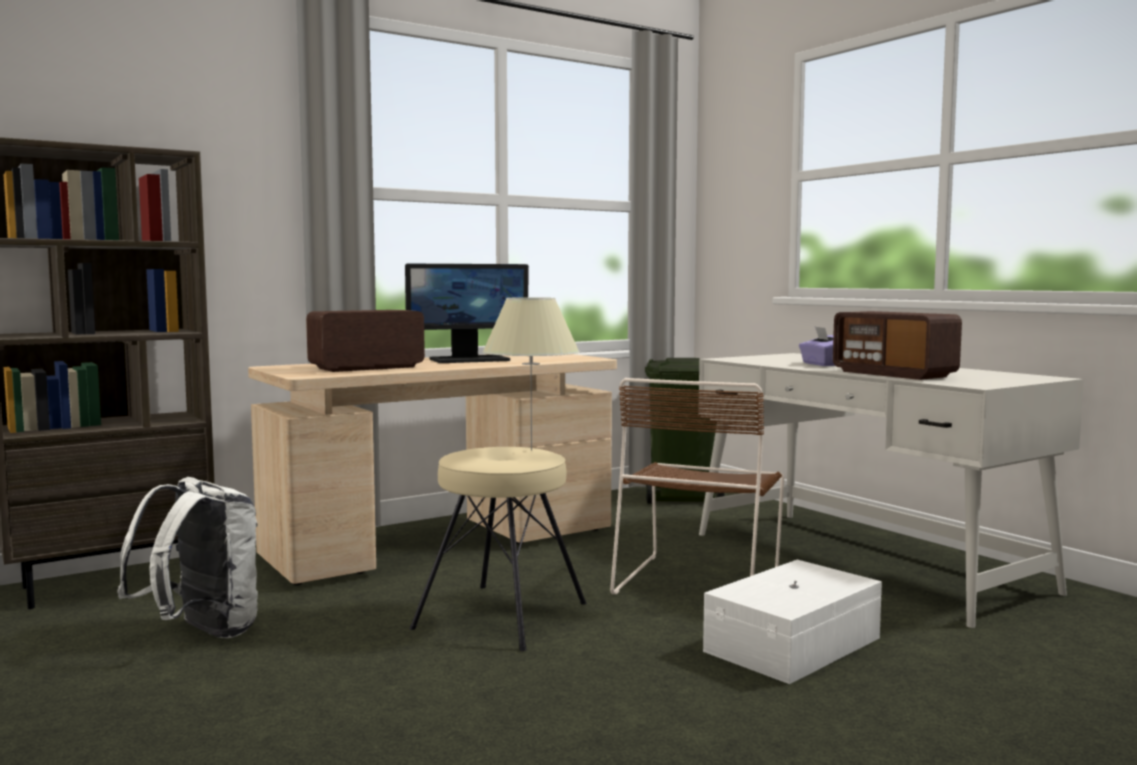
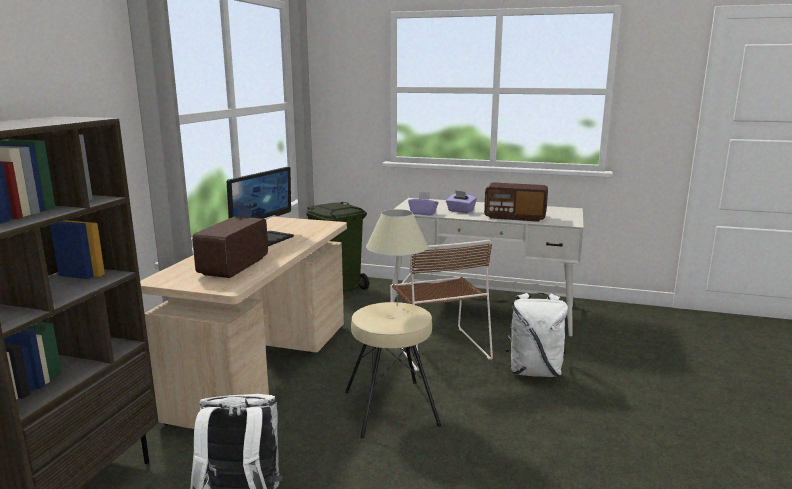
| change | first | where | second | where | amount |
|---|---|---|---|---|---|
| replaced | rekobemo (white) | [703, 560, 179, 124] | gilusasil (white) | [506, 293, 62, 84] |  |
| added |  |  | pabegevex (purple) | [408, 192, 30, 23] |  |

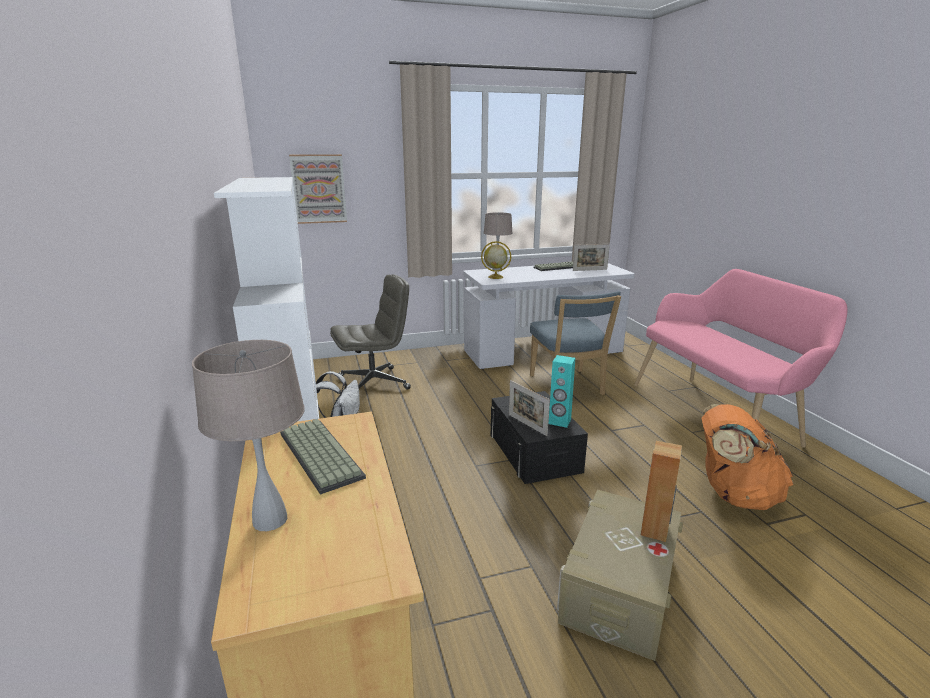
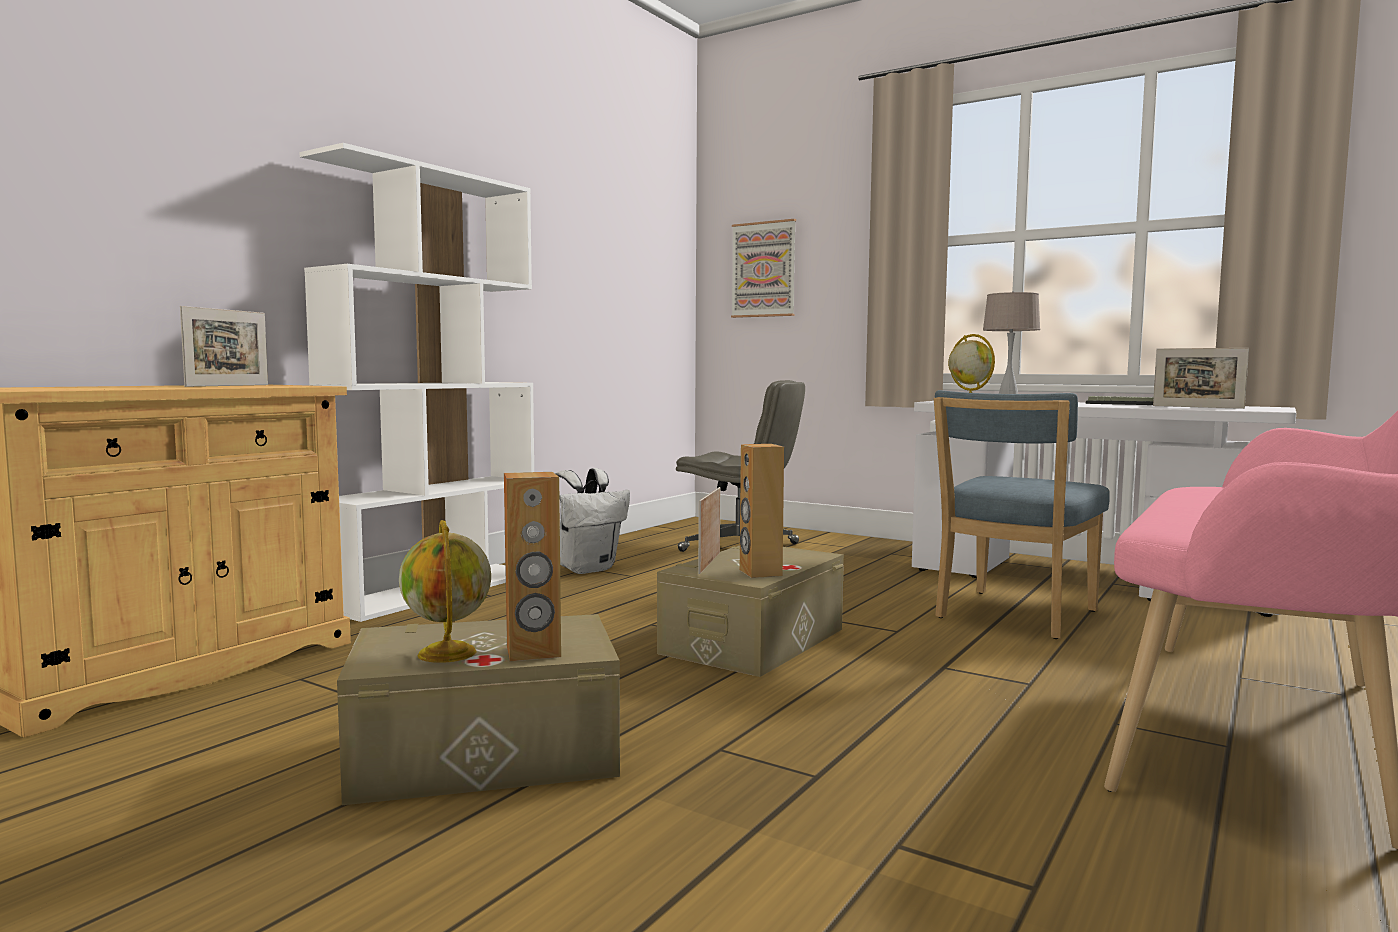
| change | first | where | second | where | amount |
|---|---|---|---|---|---|
| removed | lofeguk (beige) | [192, 340, 113, 191] |  |  |  |
| replaced | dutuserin | [280, 419, 86, 76] | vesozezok | [180, 306, 88, 81] |  |
| recoloured | rekobemo (black) | [491, 391, 97, 93] | rekobemo (beige) | [657, 546, 187, 131] |  |
| recoloured | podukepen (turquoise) | [549, 355, 26, 73] | podukepen (brown) | [740, 444, 44, 134] |  |
| removed | gilusasil (orange) | [701, 404, 92, 106] |  |  |  |
| added |  |  | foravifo | [399, 520, 92, 143] |  |

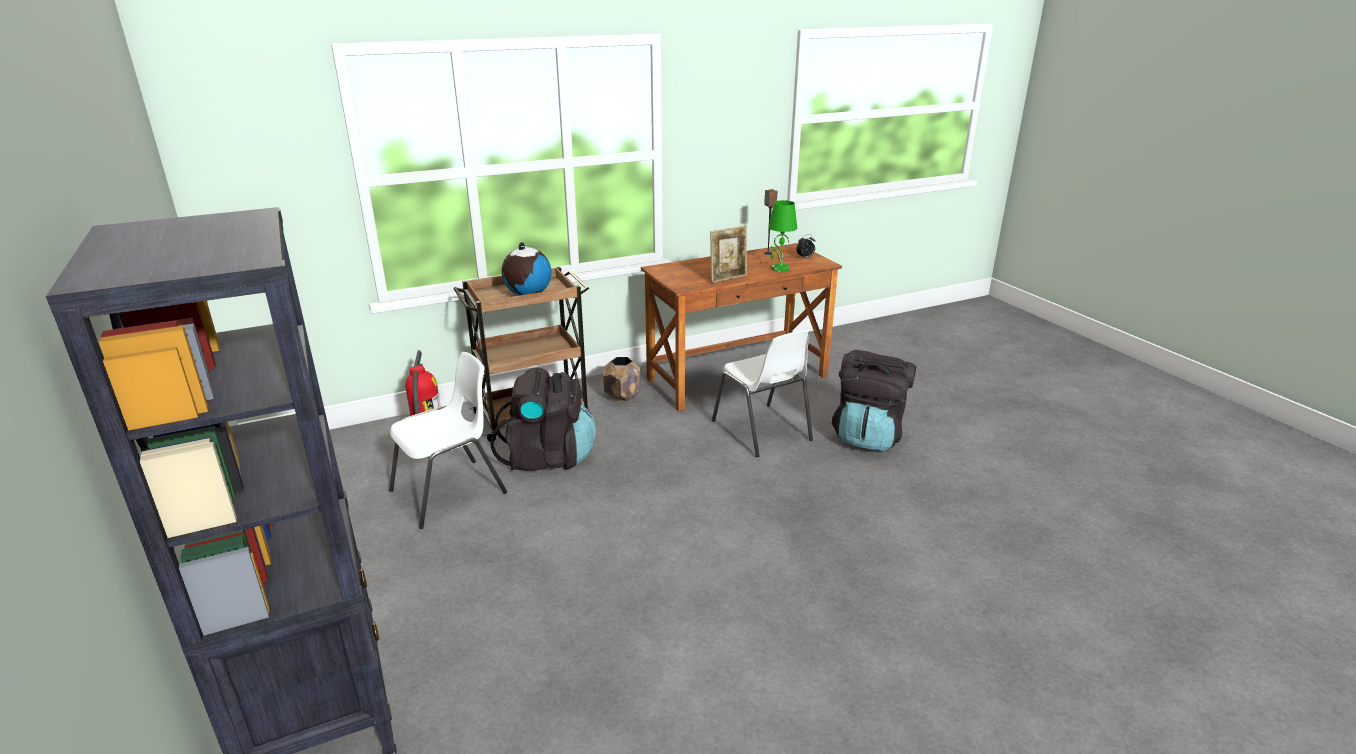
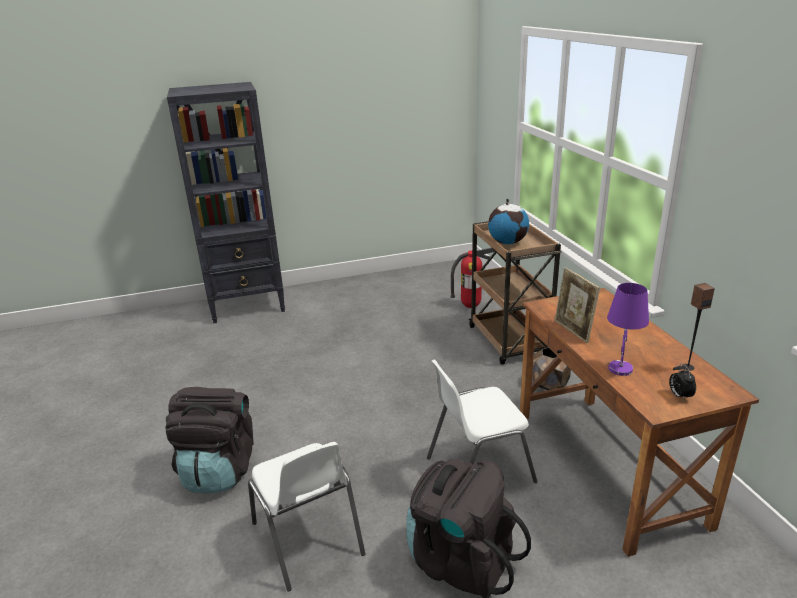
| change | first | where | second | where | amount |
|---|---|---|---|---|---|
| moved | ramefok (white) | [389, 352, 118, 177] |  | [248, 442, 117, 150] |  |
| moved | gilusasil (black) | [490, 367, 106, 104] |  | [165, 387, 89, 106] |  |
| recoloured | lofeguk (green) | [768, 200, 29, 72] | lofeguk (purple) | [607, 283, 42, 93] |  |

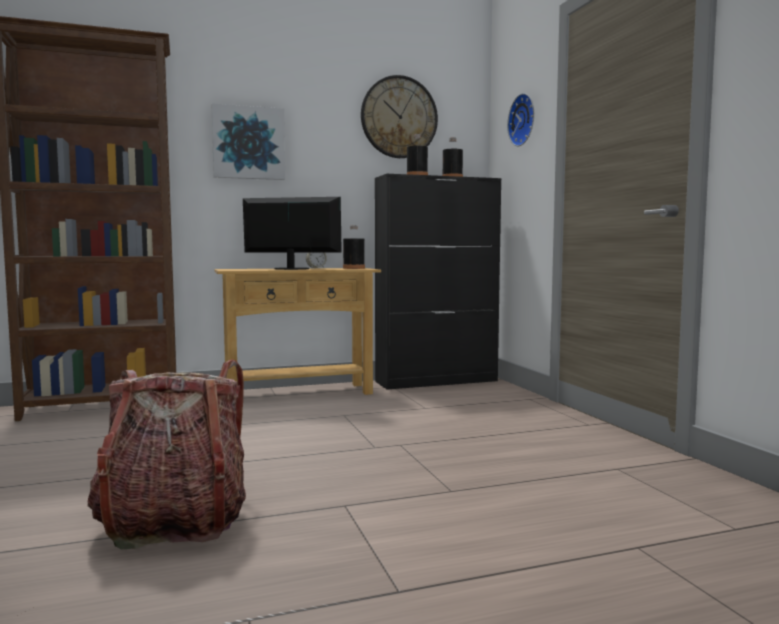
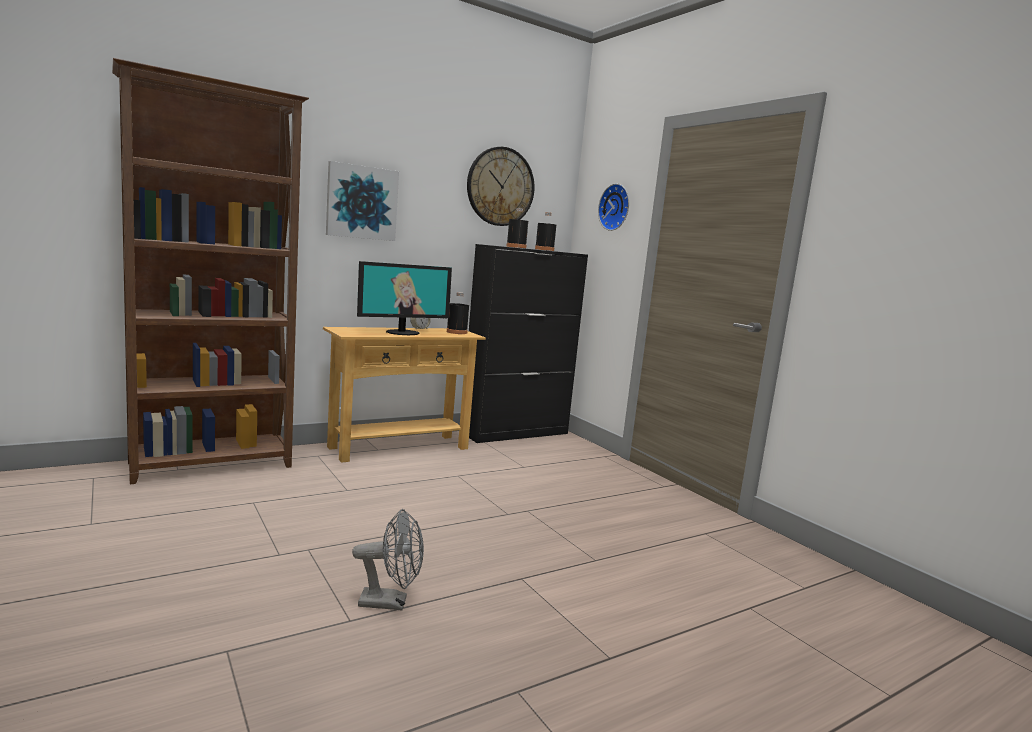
| change | first | where | second | where | amount |
|---|---|---|---|---|---|
| replaced | gilusasil | [87, 359, 159, 190] | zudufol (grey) | [352, 509, 72, 101] |  |
| turned | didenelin | [243, 197, 99, 73] |  | [357, 261, 95, 74] | 150 degrees clockwise |

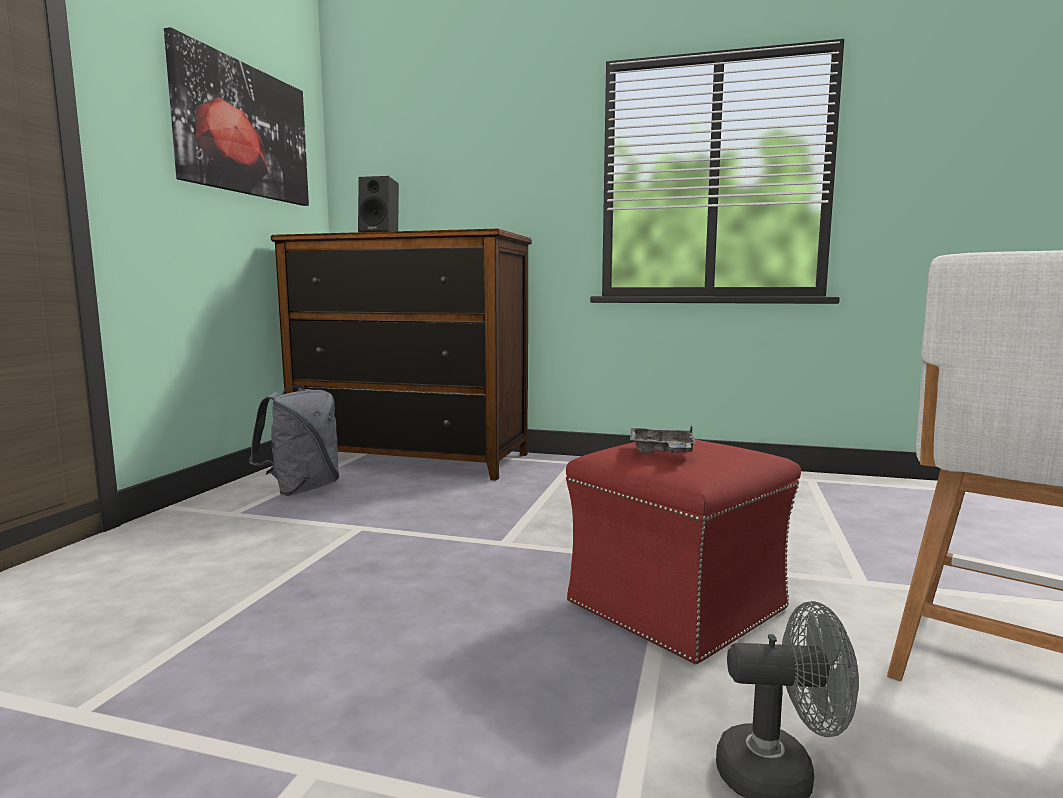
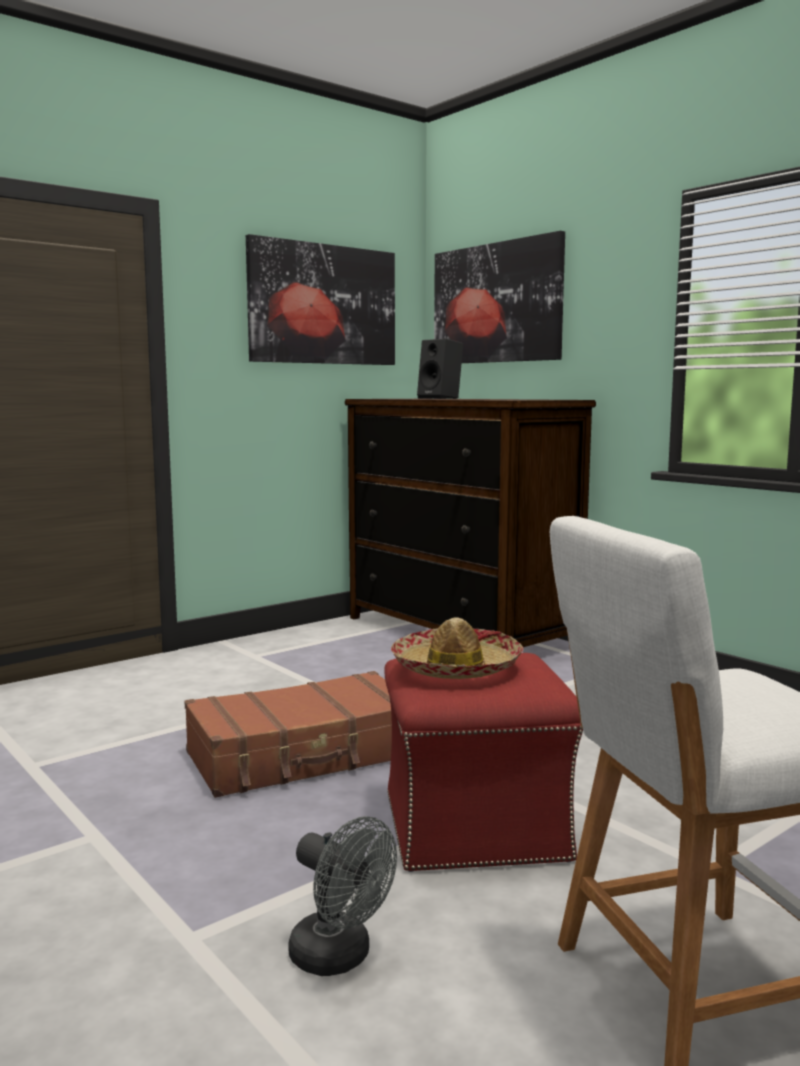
| change | first | where | second | where | amount |
|---|---|---|---|---|---|
| removed | gilusasil (grey) | [249, 386, 90, 110] |  |  |  |
| replaced | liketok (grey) | [630, 425, 66, 28] | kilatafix | [391, 617, 132, 62] |  |
| added |  |  | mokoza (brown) | [184, 671, 208, 127] |  |
| added |  |  | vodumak | [434, 231, 131, 132] |  |

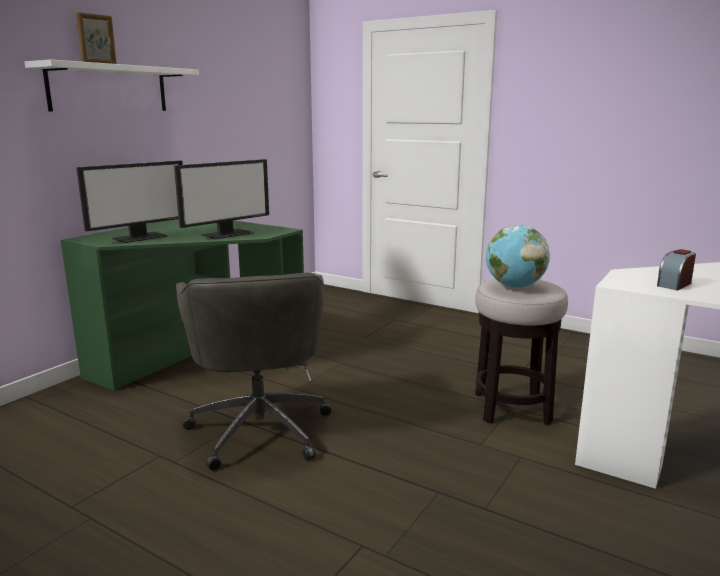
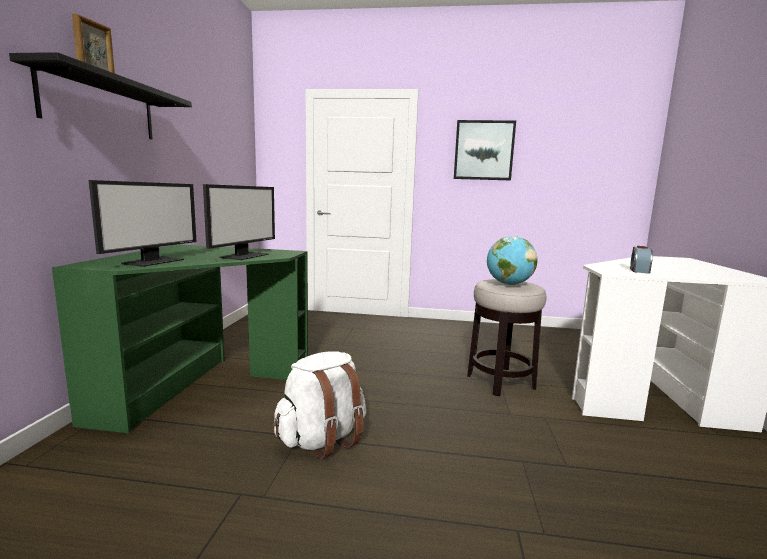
| change | first | where | second | where | amount |
|---|---|---|---|---|---|
| recoloured | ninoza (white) | [25, 59, 174, 52] | ninoza (black) | [9, 52, 183, 88] |  |
| replaced | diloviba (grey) | [176, 273, 155, 198] | gilusasil (white) | [273, 352, 93, 107] |  |
| added |  |  | vodumak | [454, 120, 62, 60] |  |

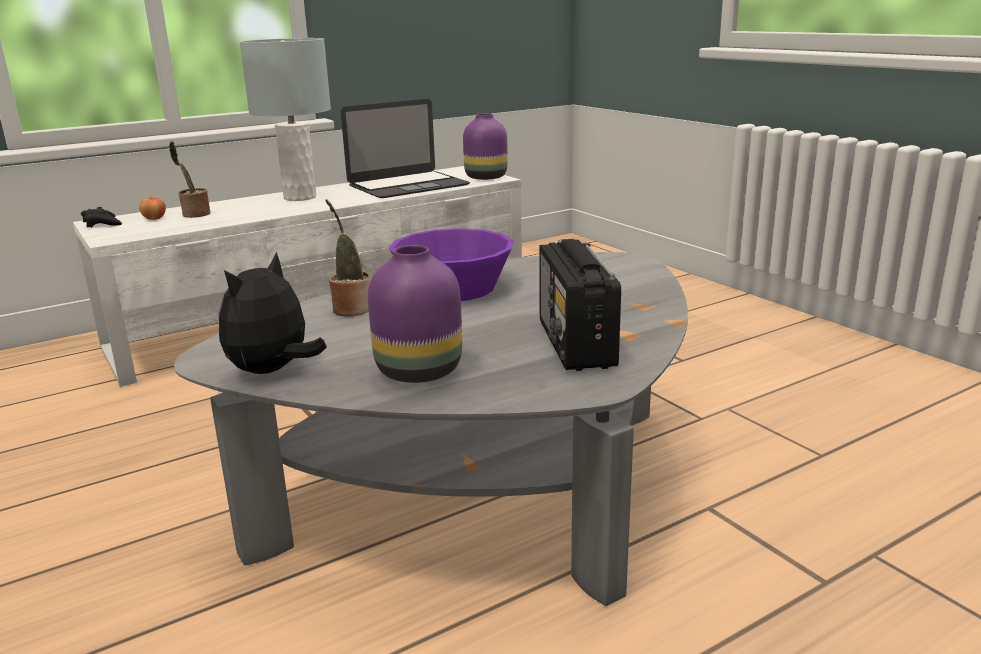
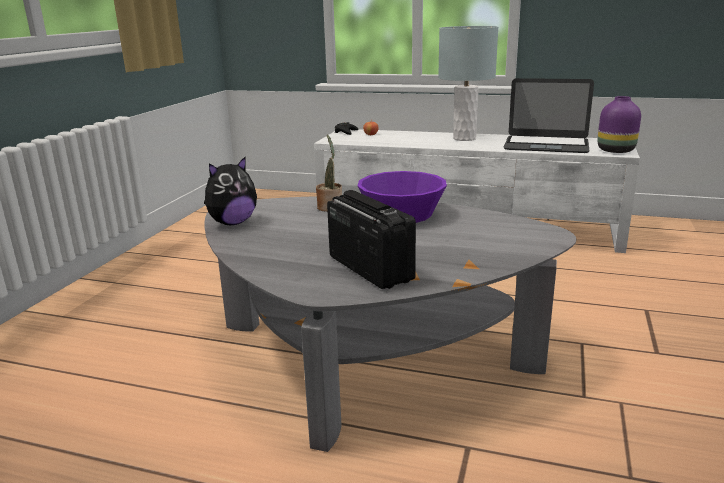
| change | first | where | second | where | amount |
|---|---|---|---|---|---|
| removed | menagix | [169, 141, 41, 77] |  |  |  |
| turned | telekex | [219, 251, 108, 123] |  | [204, 156, 53, 69] | 150 degrees clockwise |
| removed | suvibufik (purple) | [368, 245, 94, 138] |  |  |  |
| turned | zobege | [539, 239, 82, 132] |  | [327, 190, 89, 99] | 105 degrees clockwise |

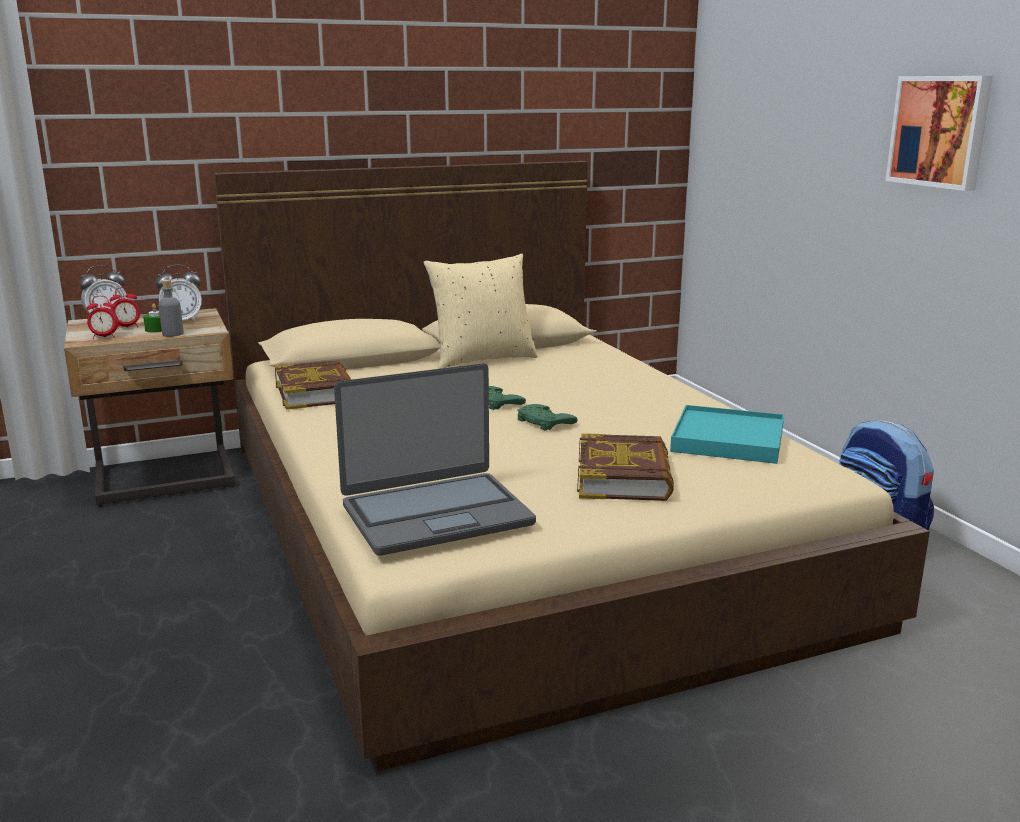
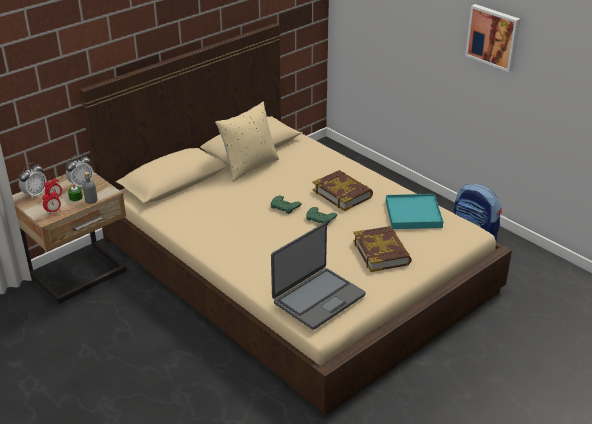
| change | first | where | second | where | amount |
|---|---|---|---|---|---|
| moved | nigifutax | [275, 360, 76, 50] |  | [312, 170, 61, 41] |  |

